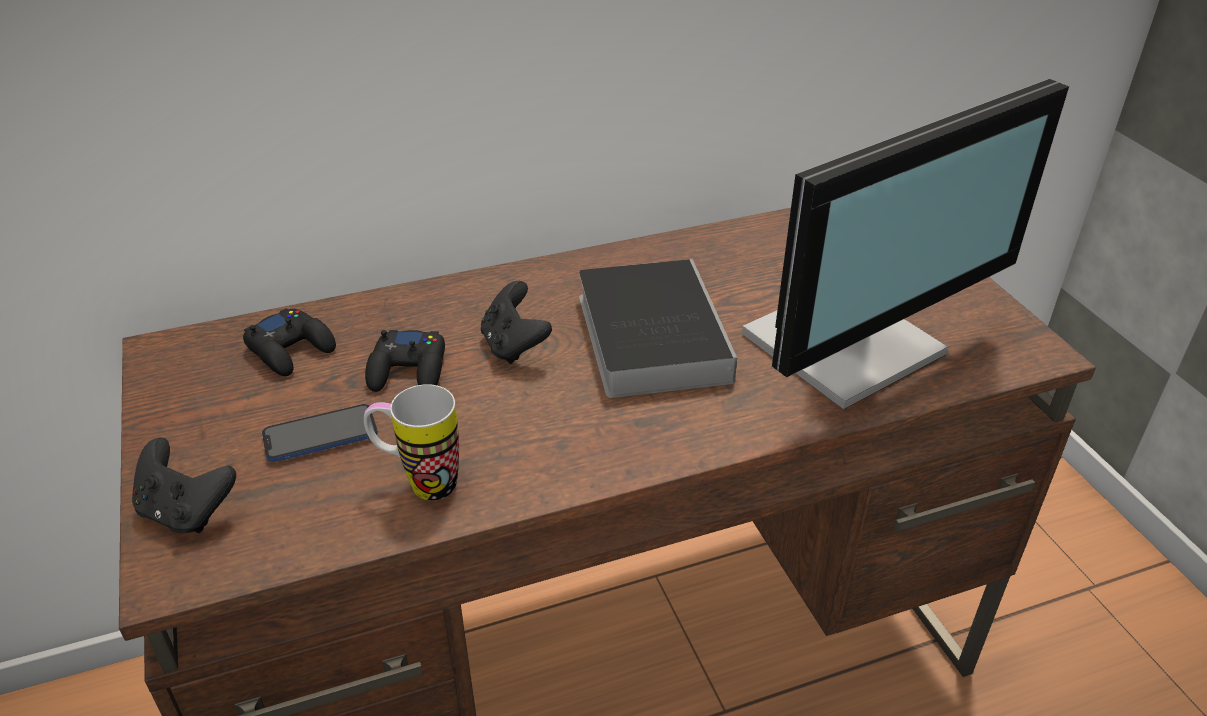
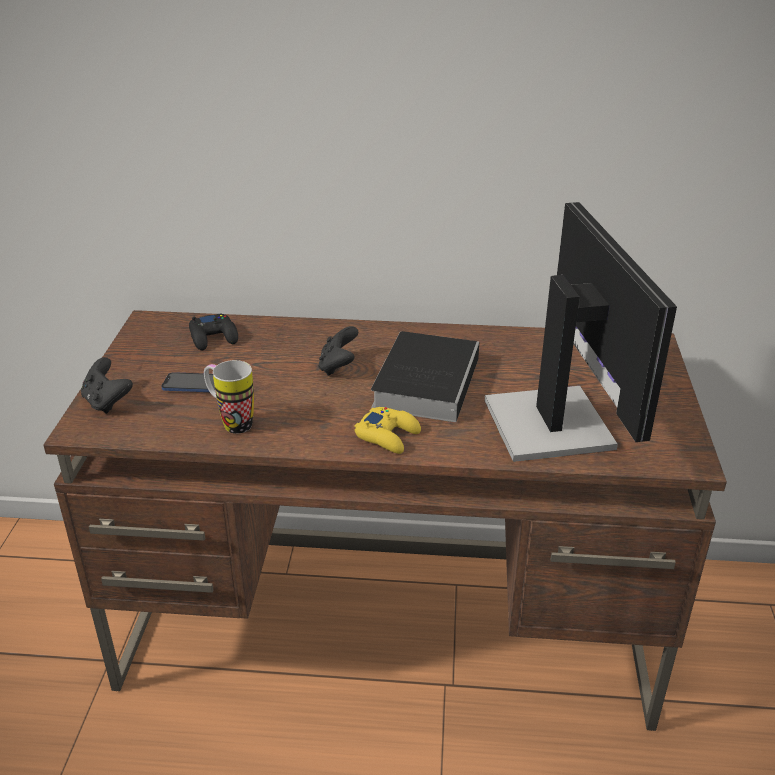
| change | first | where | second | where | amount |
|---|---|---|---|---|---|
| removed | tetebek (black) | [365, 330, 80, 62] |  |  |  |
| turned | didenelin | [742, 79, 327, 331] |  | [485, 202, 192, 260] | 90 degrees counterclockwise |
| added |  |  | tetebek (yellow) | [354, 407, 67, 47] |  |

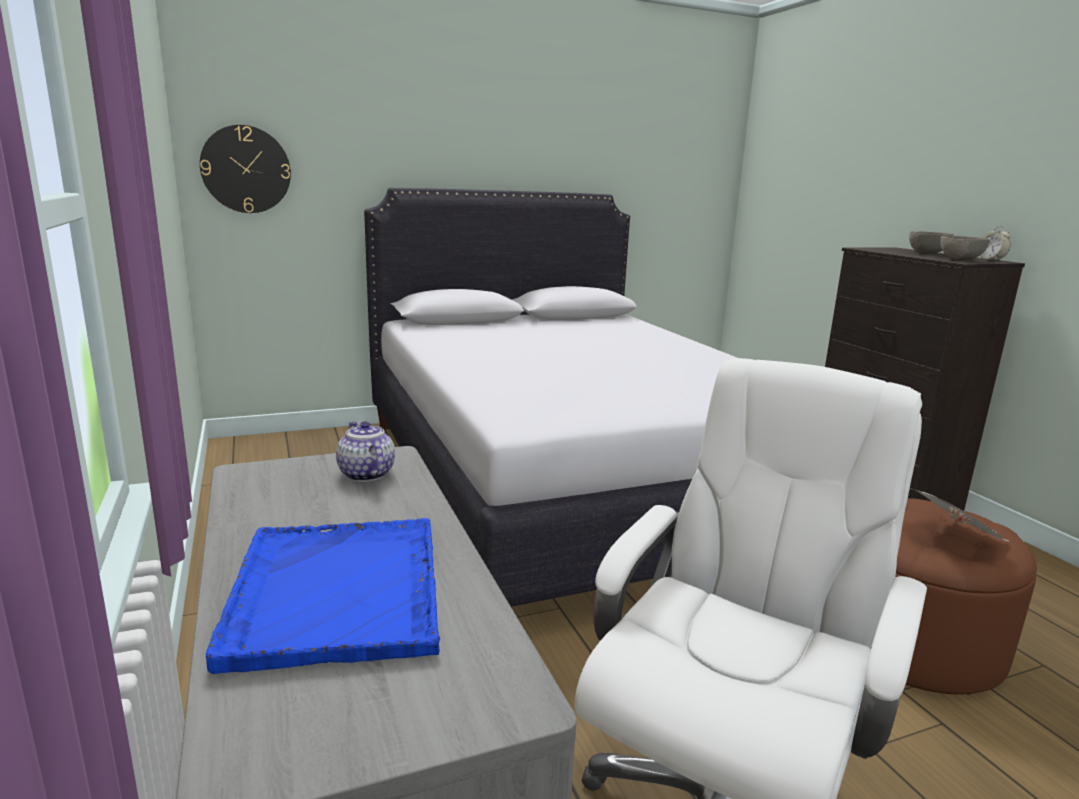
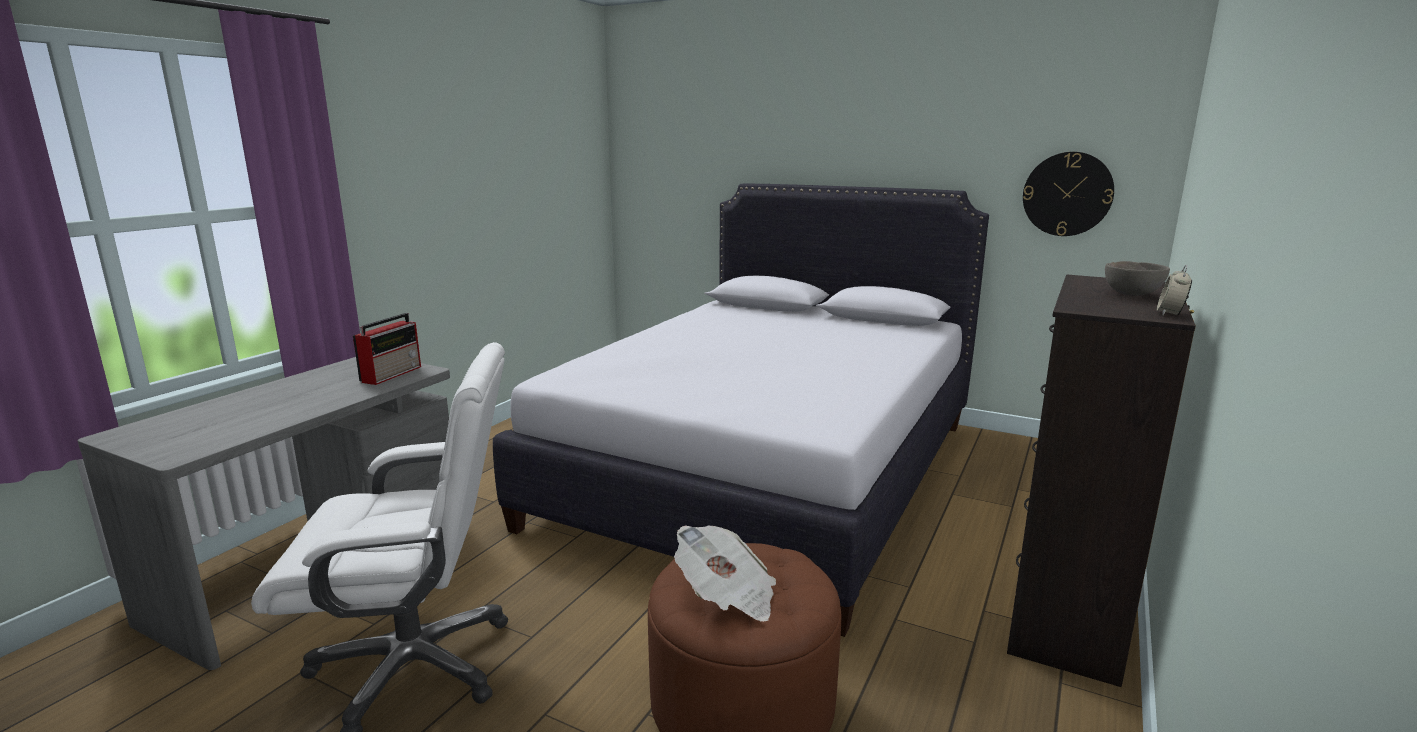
| change | first | where | second | where | amount |
|---|---|---|---|---|---|
| moved | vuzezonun | [200, 125, 91, 88] |  | [1023, 152, 91, 84] |  |
| removed | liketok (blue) | [206, 518, 234, 156] |  |  |  |
| replaced | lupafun | [336, 421, 59, 61] | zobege | [353, 313, 68, 72] |  |
| removed | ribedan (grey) | [940, 236, 50, 24] |  |  |  |

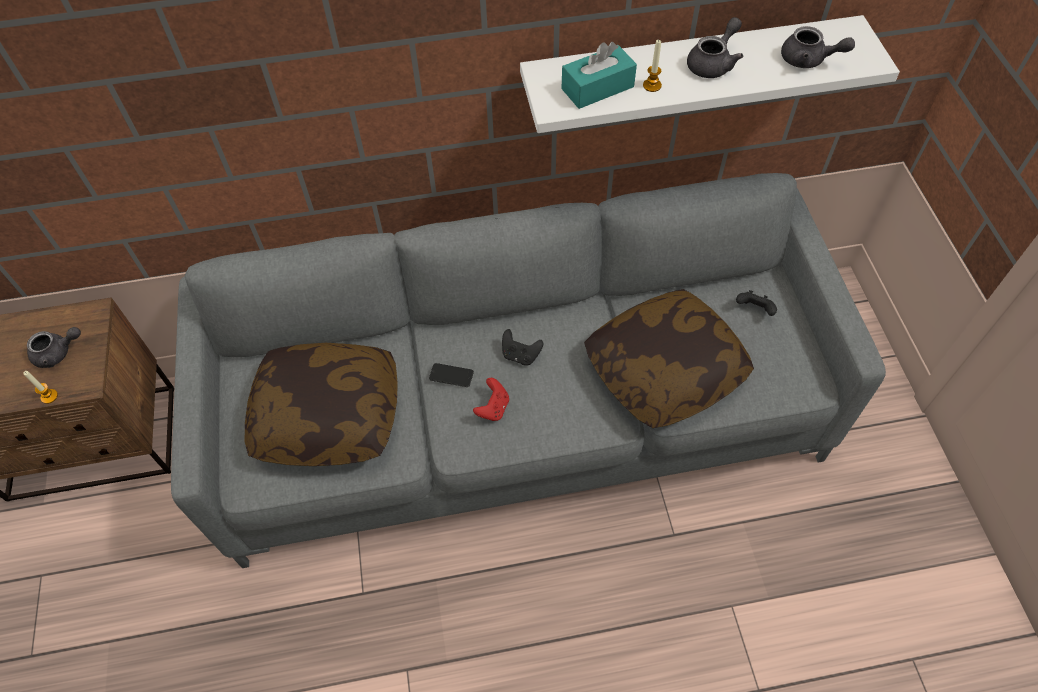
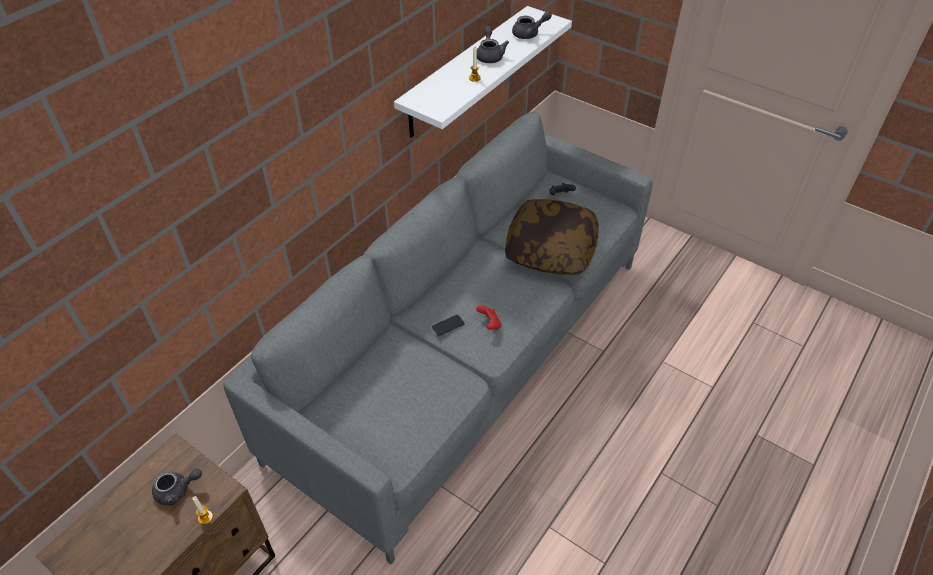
| change | first | where | second | where | amount |
|---|---|---|---|---|---|
| turned | lupafun (grey) | [27, 327, 54, 41] |  | [152, 469, 50, 36] | 45 degrees clockwise |
| removed | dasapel | [245, 343, 153, 123] |  |  |  |
| removed | tetebek (black) | [502, 329, 41, 36] |  |  |  |
| removed | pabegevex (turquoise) | [561, 42, 76, 67] |  |  |  |

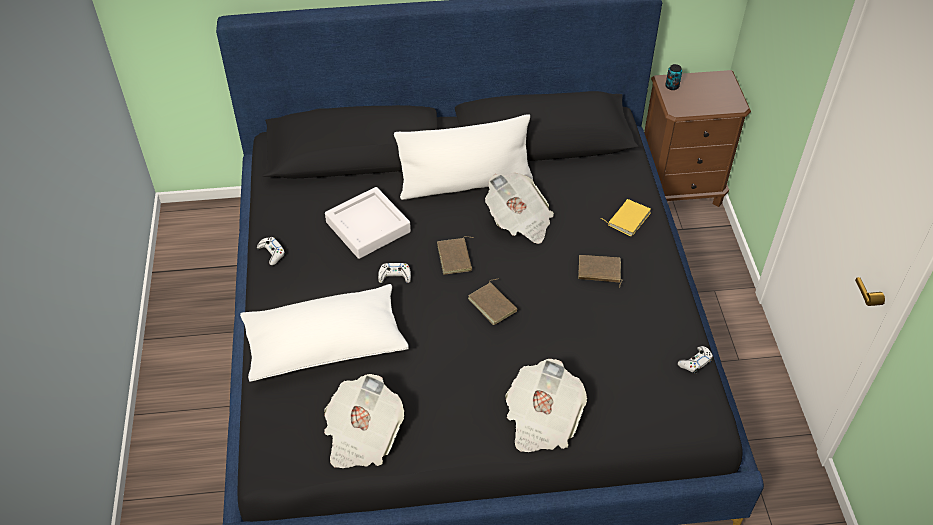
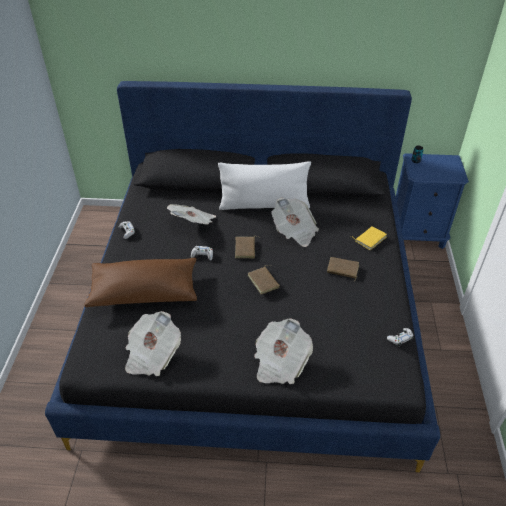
| change | first | where | second | where | amount |
|---|---|---|---|---|---|
| recoloured | dasapel (white) | [240, 284, 169, 98] | dasapel (brown) | [84, 258, 113, 49] |  |
| replaced | liketok (white) | [325, 187, 86, 72] | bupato | [167, 204, 49, 21] |  |
| recoloured | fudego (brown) | [644, 70, 107, 137] | fudego (blue) | [396, 153, 73, 96] |  |

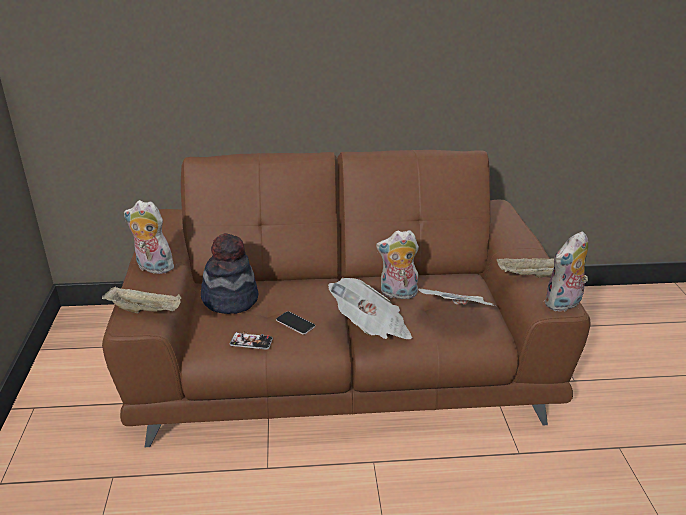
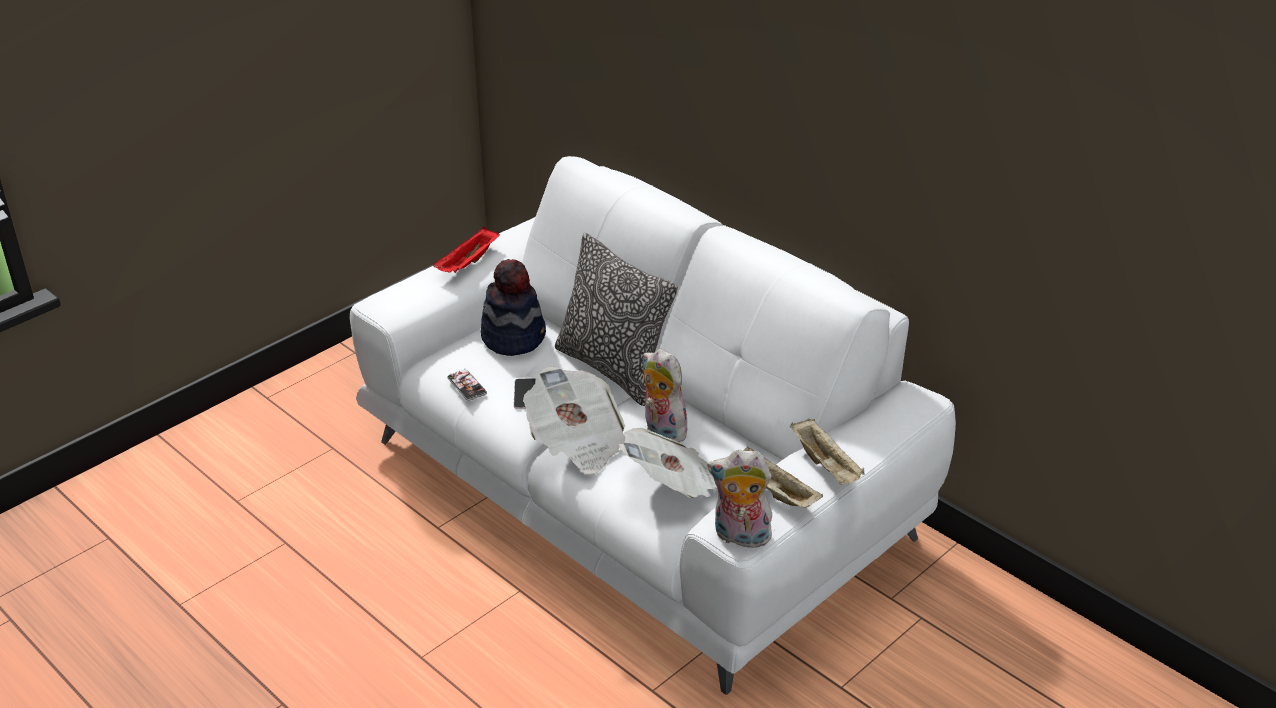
| change | first | where | second | where | amount |
|---|---|---|---|---|---|
| recoloured | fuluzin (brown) | [102, 150, 489, 297] | fuluzin (white) | [350, 156, 606, 539] |  |
| moved | liketok (beige) | [102, 286, 80, 28] |  | [790, 418, 75, 66] |  |
| replaced | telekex | [124, 200, 53, 74] | liketok (red) | [433, 227, 66, 46] |  |
| added |  |  | dasapel | [555, 233, 123, 173] |  |

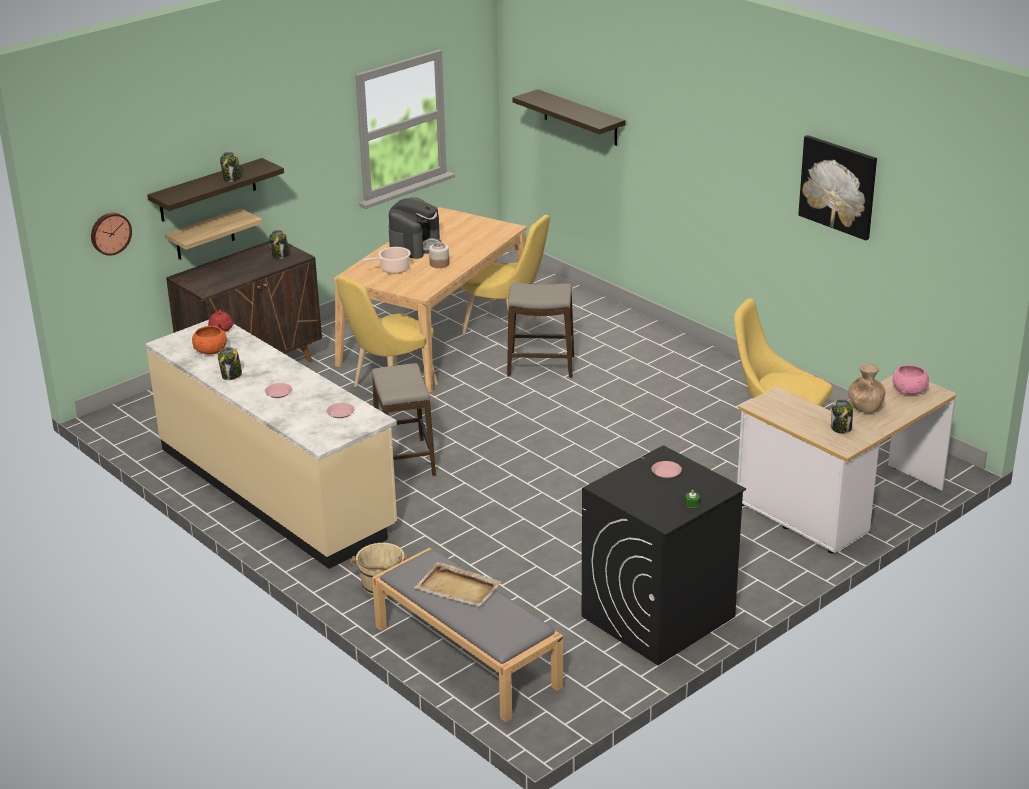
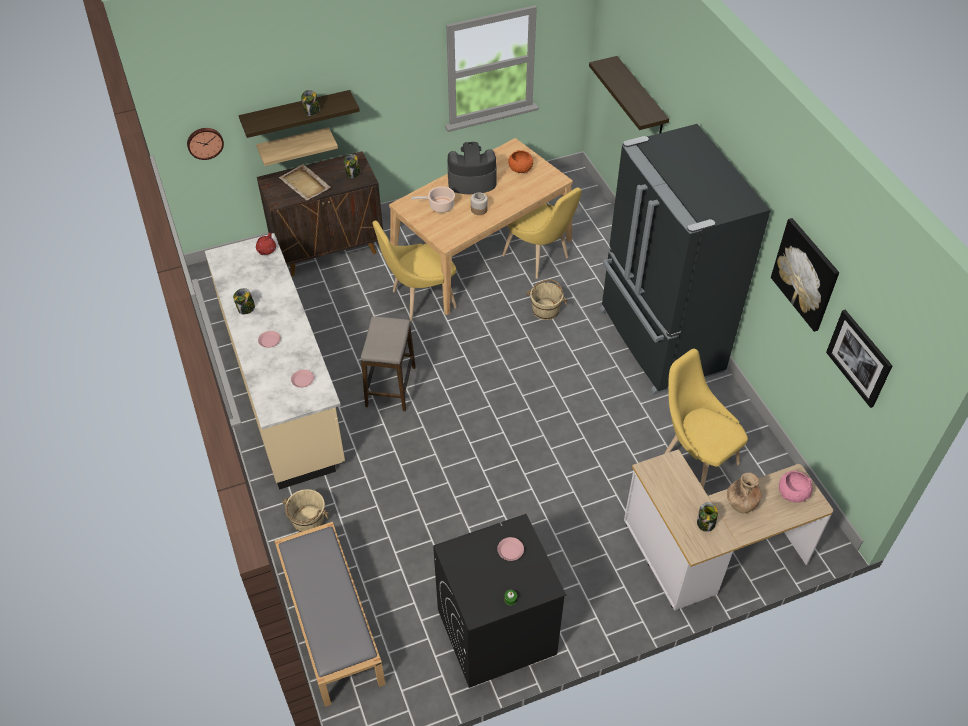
| change | first | where | second | where | amount |
|---|---|---|---|---|---|
| moved | ribedan (orange) | [192, 326, 35, 29] |  | [508, 150, 25, 23] |  |
| turned | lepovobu | [389, 197, 52, 62] |  | [447, 142, 50, 52] | 135 degrees counterclockwise |
| moved | liketok (beige) | [414, 562, 88, 45] |  | [279, 164, 52, 36] |  |
| replaced | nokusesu | [507, 283, 67, 95] | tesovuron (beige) | [526, 279, 41, 41] |  |
| added |  |  | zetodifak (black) | [599, 124, 172, 271] |  |
| added |  |  | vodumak | [826, 310, 67, 98] |  |

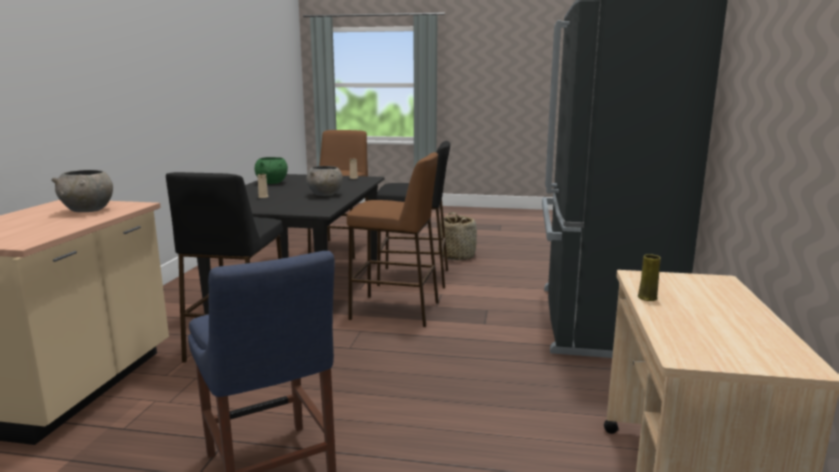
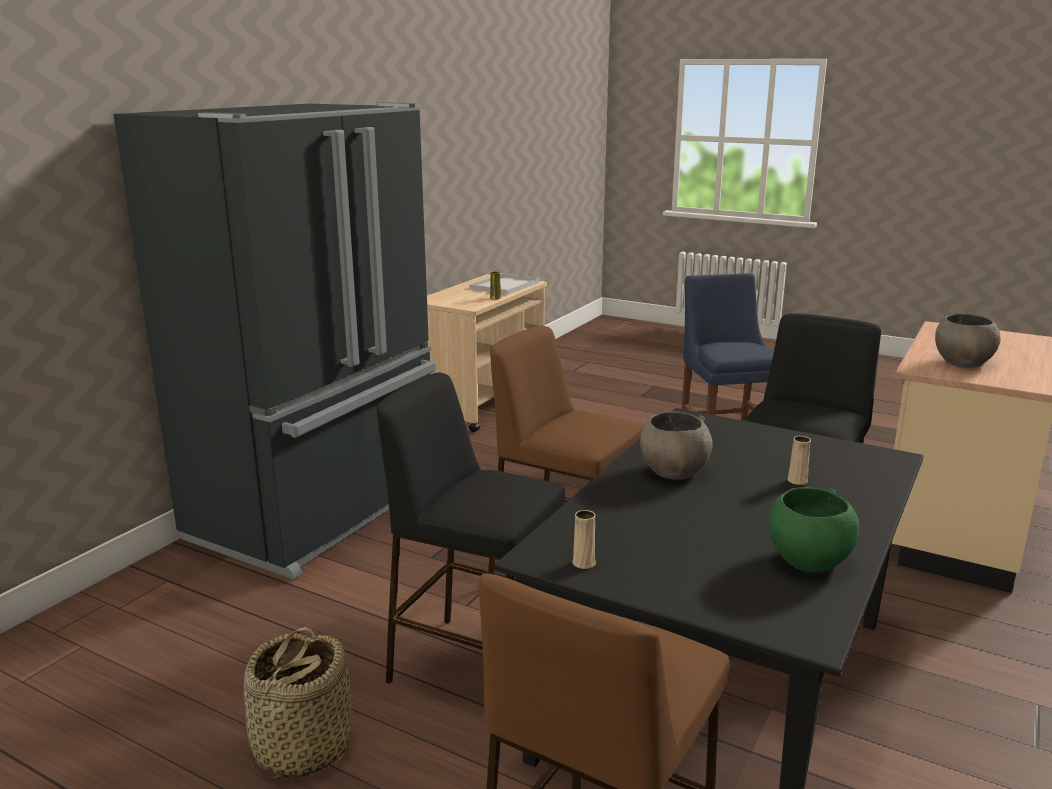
| change | first | where | second | where | amount |
|---|---|---|---|---|---|
| added |  |  | liketok (white) | [469, 273, 70, 22] |  |

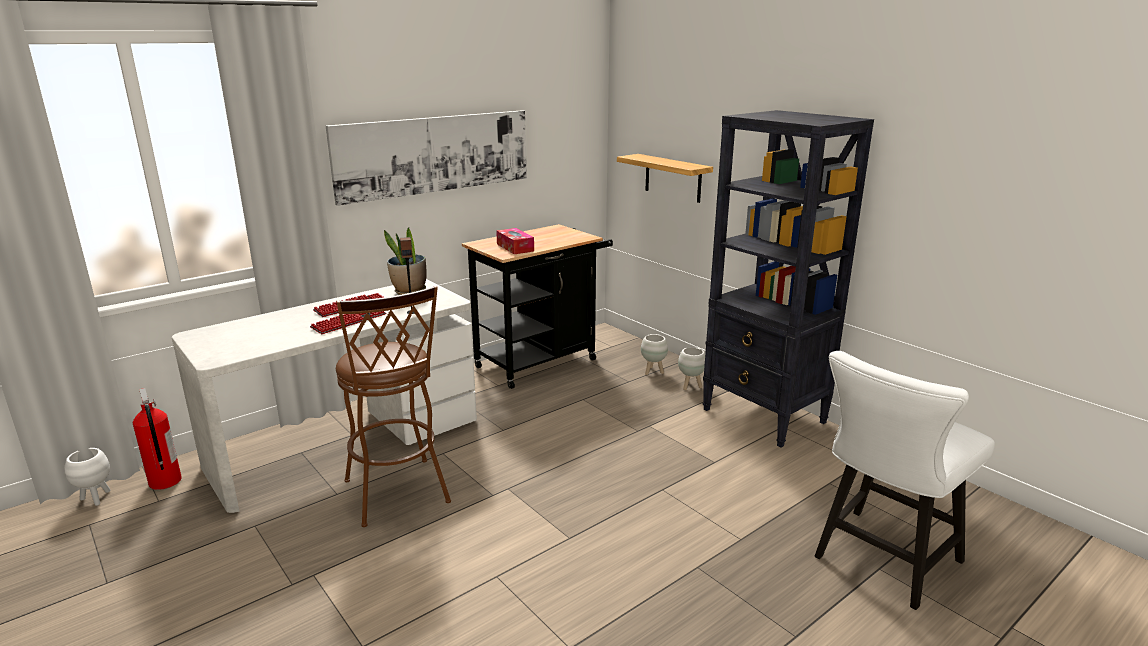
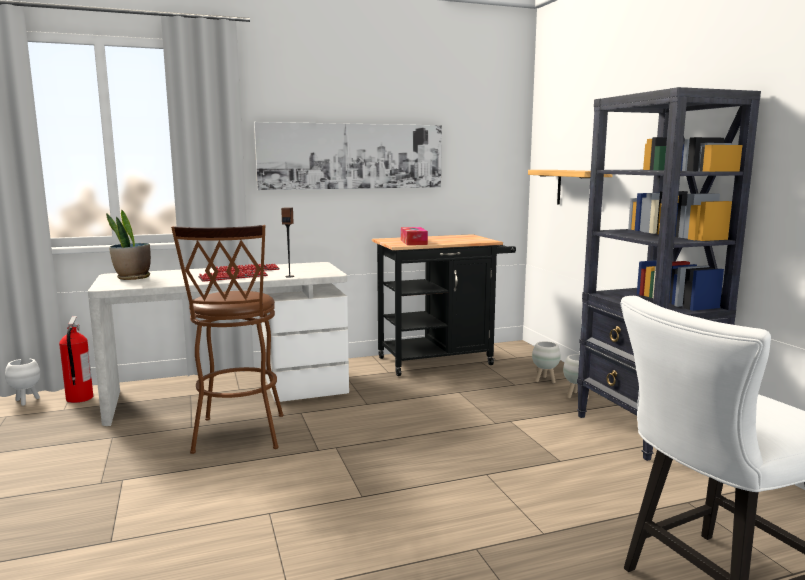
| change | first | where | second | where | amount |
|---|---|---|---|---|---|
| moved | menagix | [384, 227, 43, 68] |  | [106, 210, 45, 70] |  |

